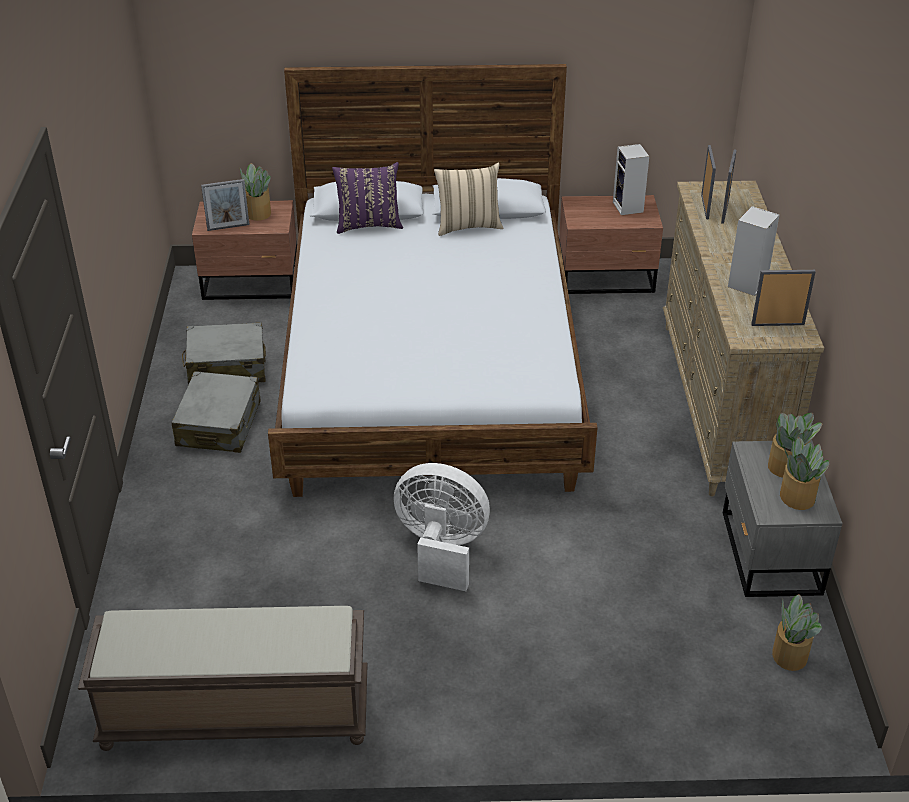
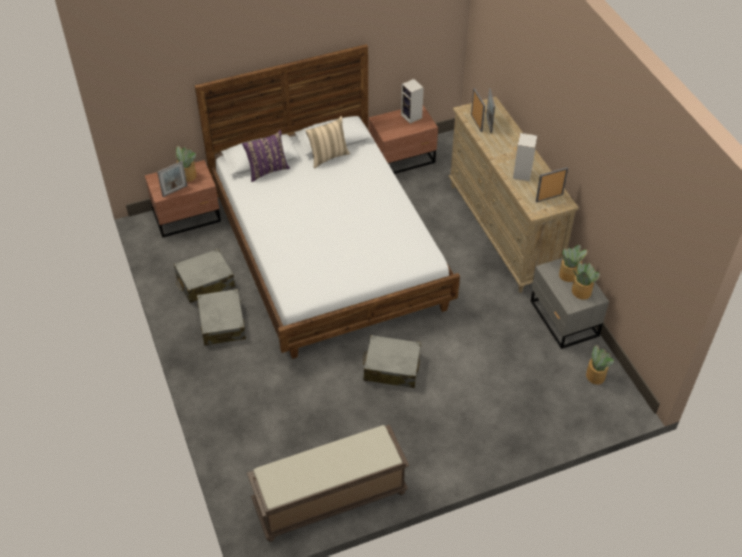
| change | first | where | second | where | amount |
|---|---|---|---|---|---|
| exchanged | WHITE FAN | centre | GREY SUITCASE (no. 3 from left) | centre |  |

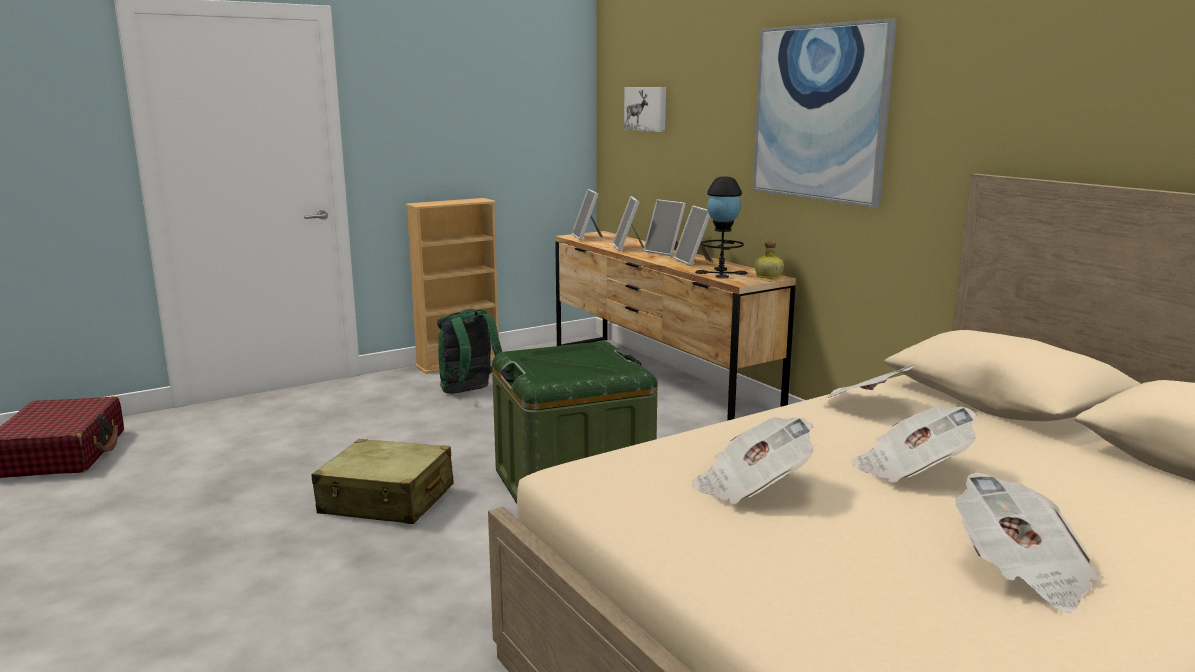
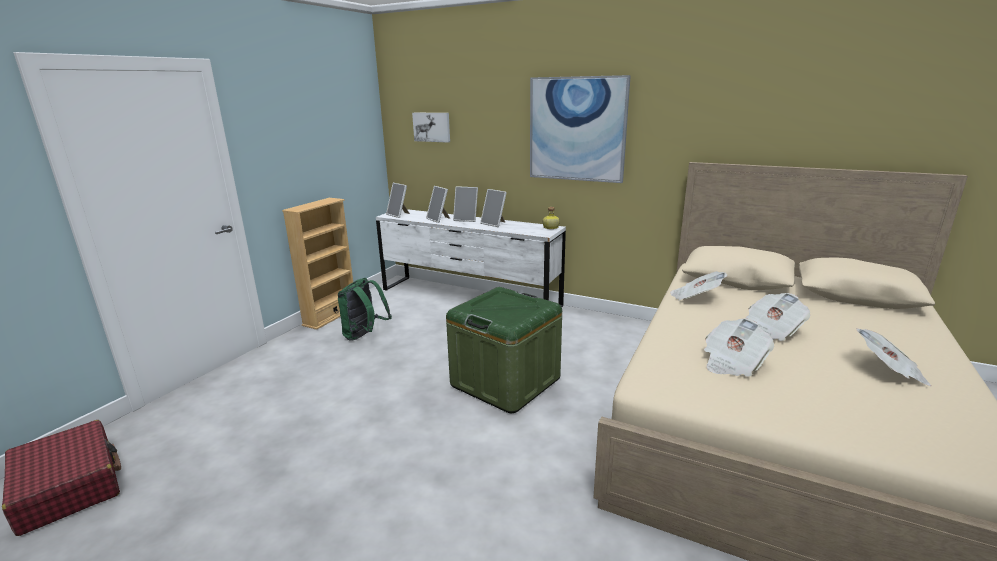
| change | first | where | second | where | amount |
|---|---|---|---|---|---|
| missing | BLACK TABLE LAMP | centre |  |  |  |
| colour | BROWN DRESSER | centre | WHITE DRESSER | centre |  |
| missing | BEIGE SUITCASE | bottom left |  |  |  |

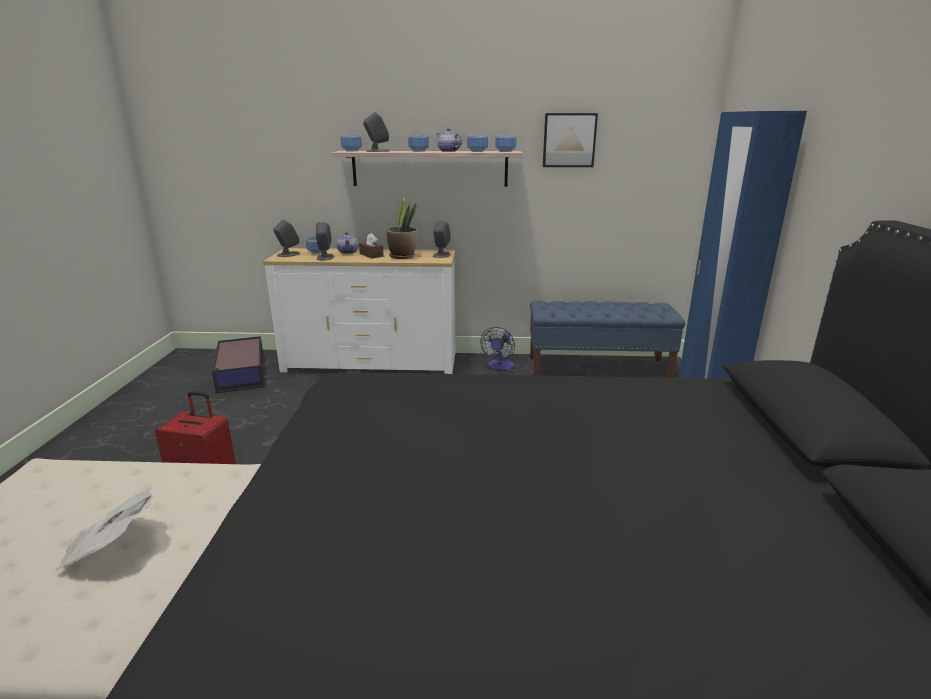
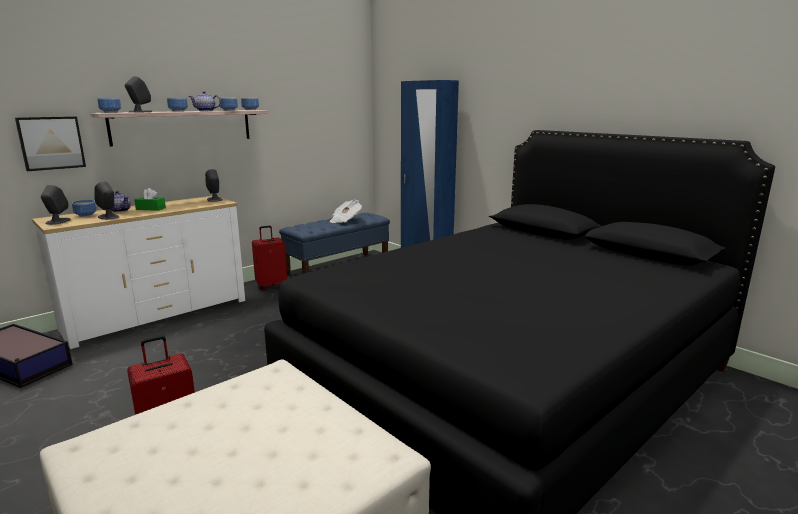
| change | first | where | second | where | amount |
|---|---|---|---|---|---|
| relocated | PICTURE | top centre |  | top left |  |
| missing | POTTED PLANT | top centre |  |  |  |
| colour | BROWN TISSUE BOX | centre | GREEN TISSUE BOX | middle left |  |
| exchanged | FAN | centre | RED SUITCASE (no. 2 from left) | centre |  |
| relocated | NEWSPAPER | bottom left |  | centre |  |

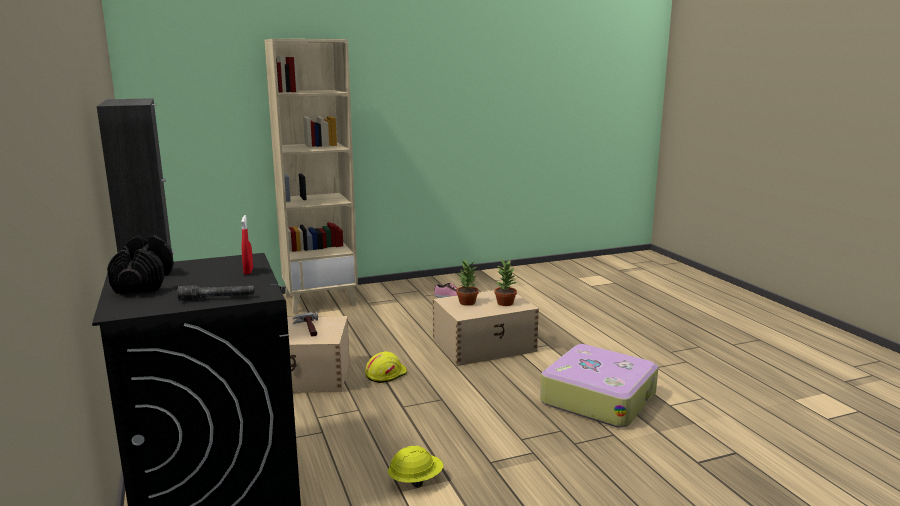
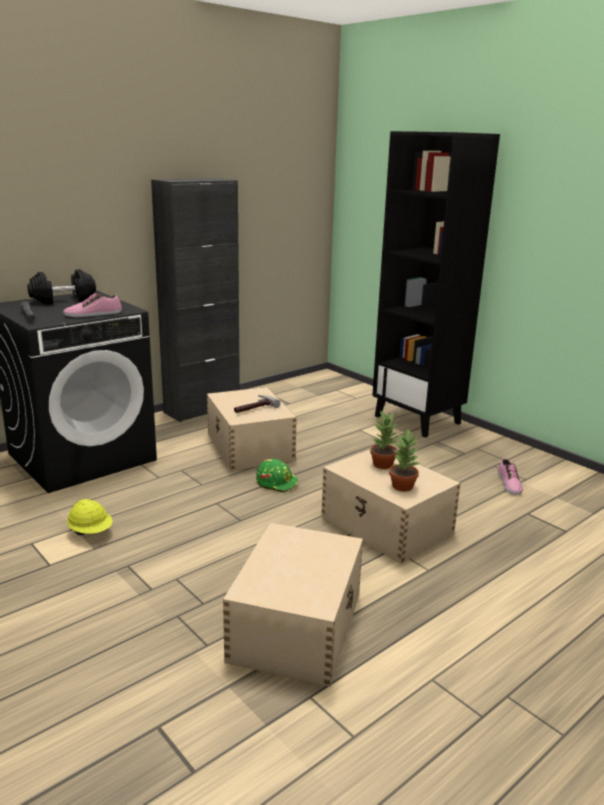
| change | first | where | second | where | amount |
|---|---|---|---|---|---|
| colour | BEIGE BOOKCASE | centre | BLACK BOOKCASE | middle right |  |
| exchanged | RED SPRAY BOTTLE | middle left | SHOE (no. 1 from left) | middle left |  |
| exchanged | SUITCASE | bottom centre | BEIGE STORAGE BOX (no. 2 from left) | bottom centre |  |
| colour | YELLOW HARD HAT (no. 1 from left) | bottom centre | GREEN HARD HAT | centre |  |

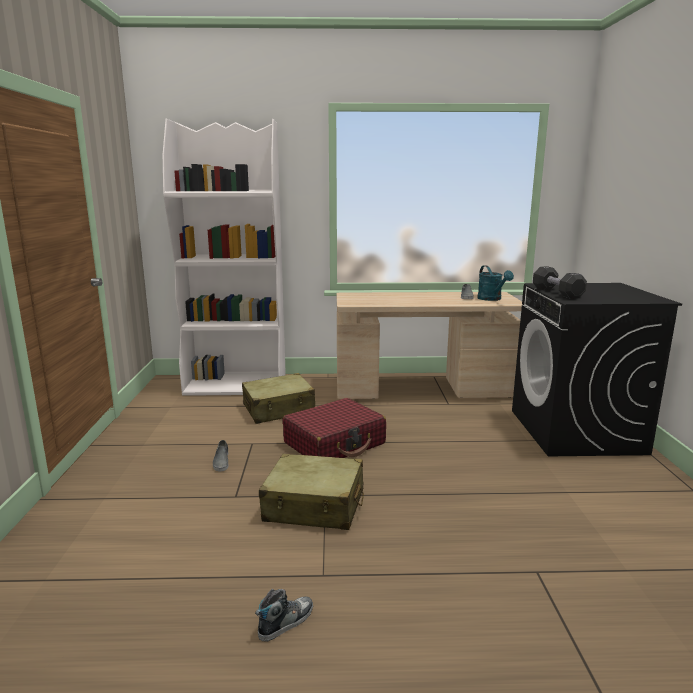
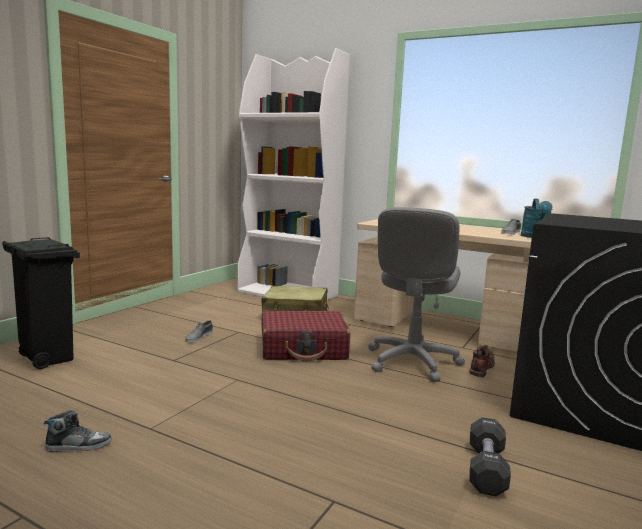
| change | first | where | second | where | amount |
|---|---|---|---|---|---|
| relocated | BLACK DUMBBELL | middle right |  | bottom right |  |
| missing | BEIGE SUITCASE (no. 2 from left) | bottom centre |  |  |  |
| appeared |  |  | GREY OFFICE CHAIR | centre |  |
| appeared |  |  | BLACK TRASH CAN | middle left |  |
| appeared |  |  | BROWN BOOT | bottom right |  |

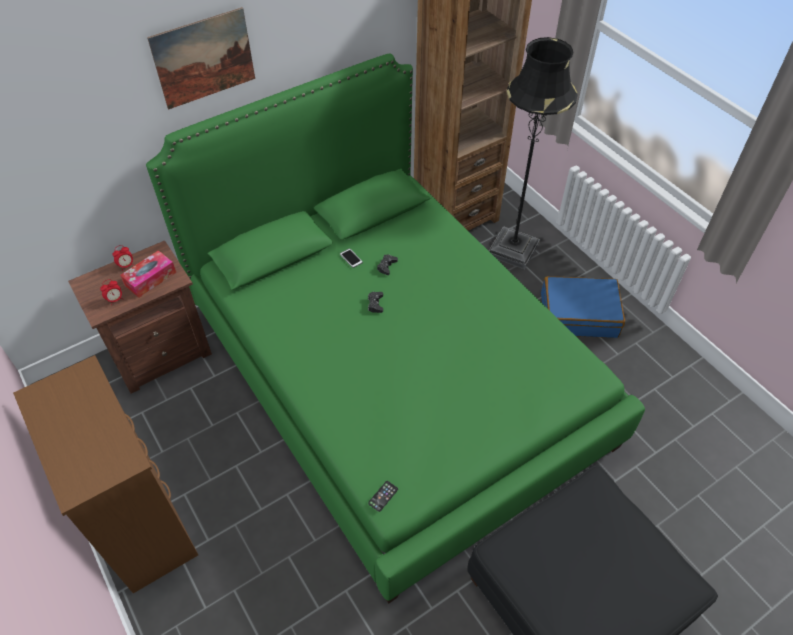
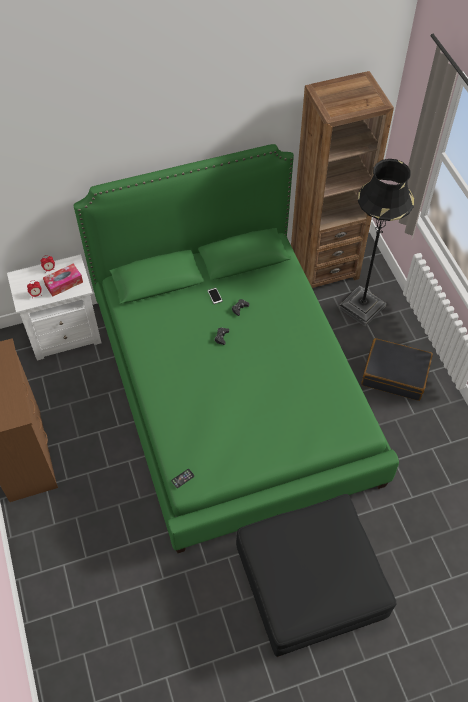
| change | first | where | second | where | amount |
|---|---|---|---|---|---|
| missing | PICTURE | top left |  |  |  |
| colour | BROWN NIGHTSTAND | middle left | WHITE NIGHTSTAND | middle left |  |
| colour | BLUE SUITCASE | middle right | BLACK SUITCASE | middle right |  |

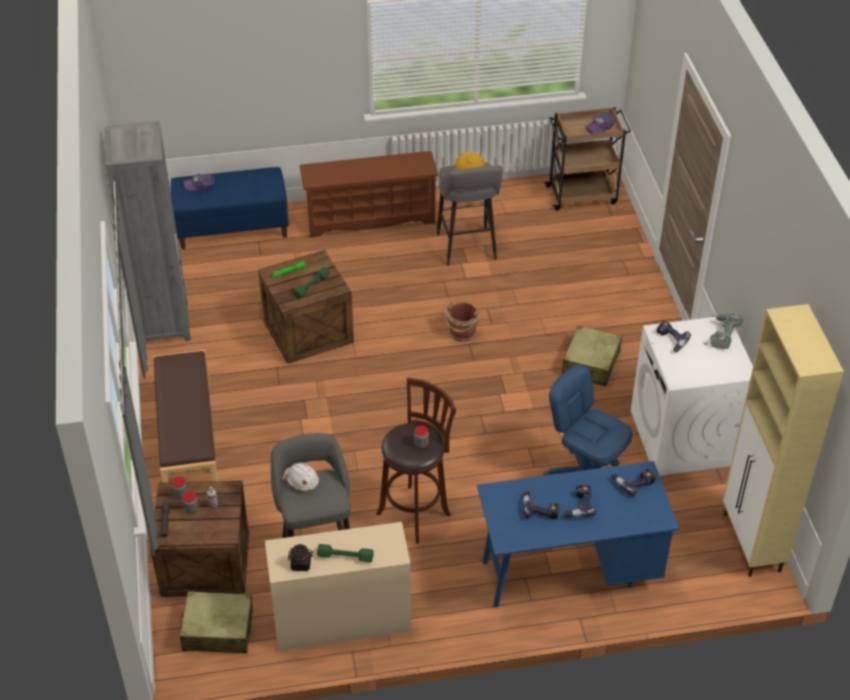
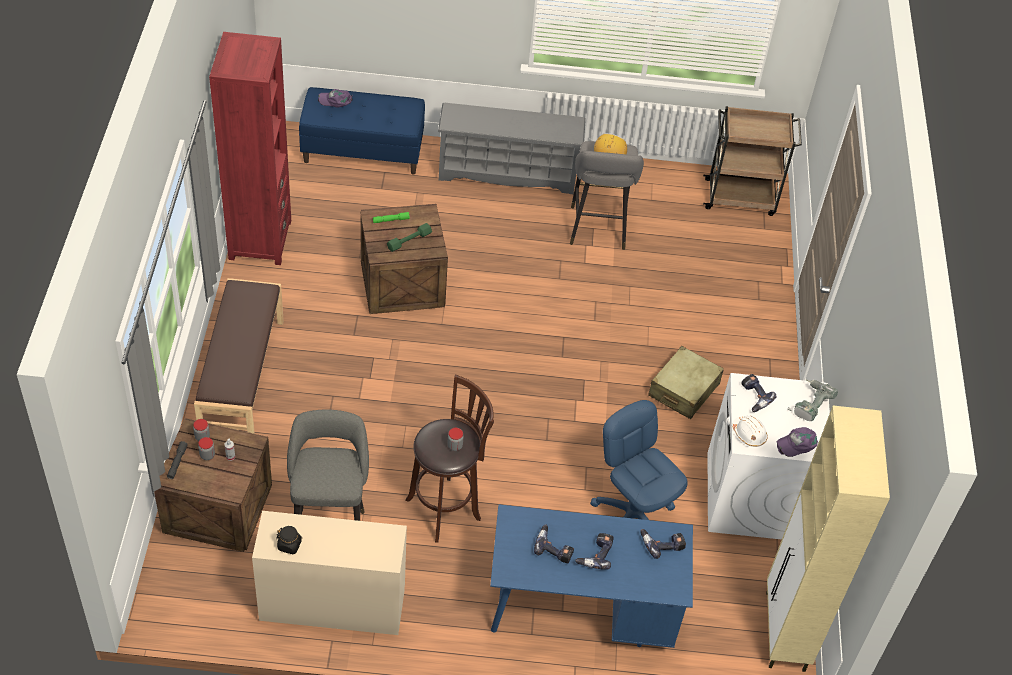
| change | first | where | second | where | amount |
|---|---|---|---|---|---|
| relocated | PURPLE CAP (no. 2 from left) | top right |  | middle right |  |
| colour | GREY BOOKCASE | top left | RED BOOKCASE | top left |  |
| colour | BROWN SHOE RACK | top centre | GREY SHOE RACK | top centre |  |
| missing | BROWN BUCKET | centre |  |  |  |
| relocated | WHITE HARD HAT | bottom centre |  | middle right |  |
| missing | GREEN DUMBBELL (no. 2 from left) | bottom centre |  |  |  |
| missing | BEIGE SUITCASE (no. 1 from left) | bottom left |  |  |  |

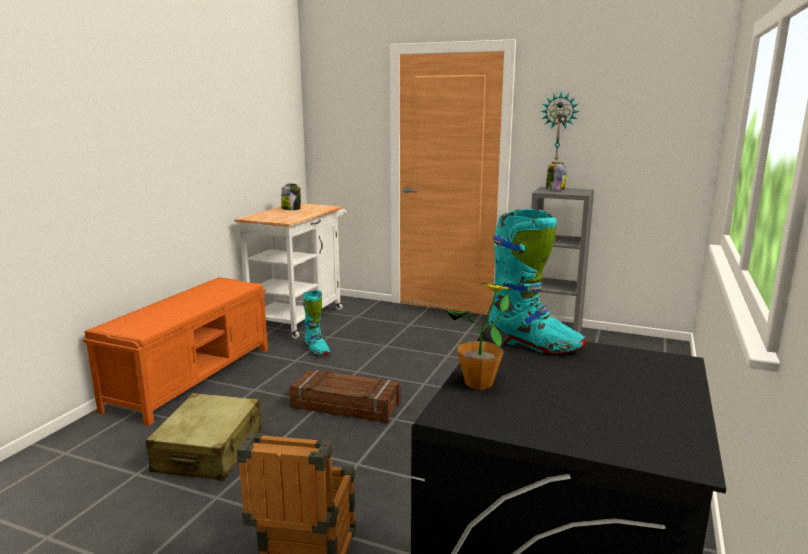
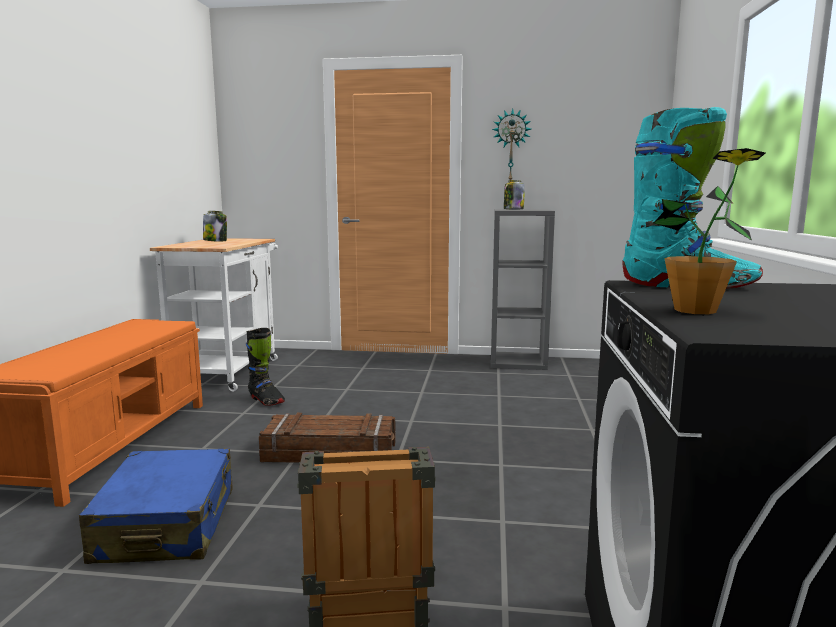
| change | first | where | second | where | amount |
|---|---|---|---|---|---|
| colour | TURQUOISE BOOT (no. 1 from left) | centre | BLACK BOOT | middle left |  |
| colour | BEIGE SUITCASE | bottom left | BLUE SUITCASE | bottom left |  |

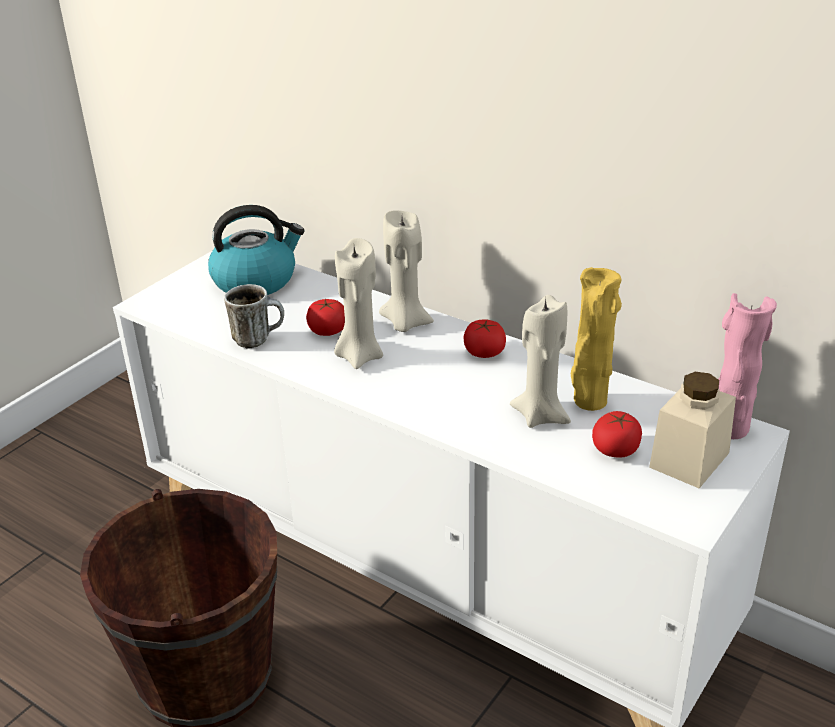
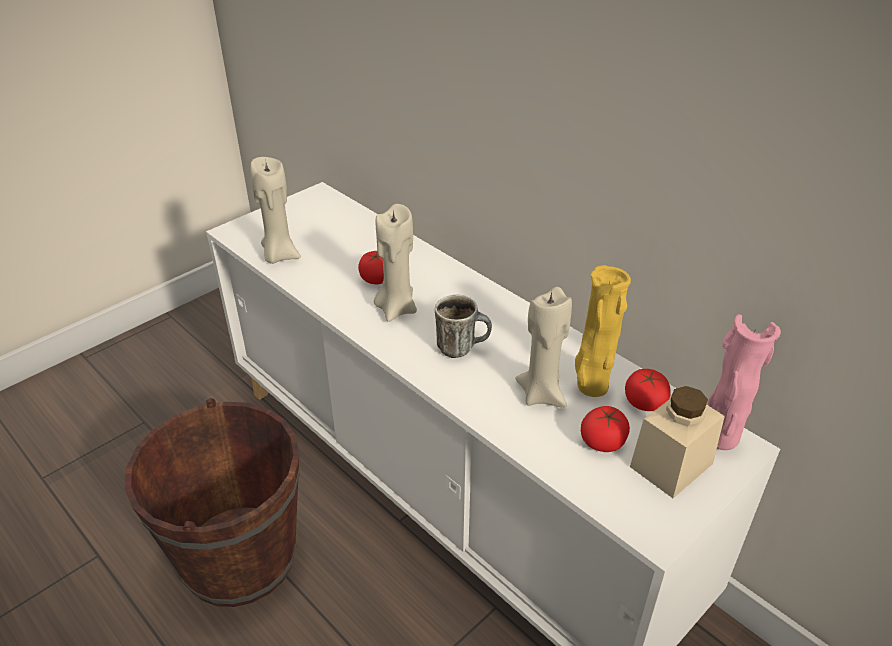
| change | first | where | second | where | amount |
|---|---|---|---|---|---|
| missing | KETTLE | middle left |  |  |  |
| relocated | BEIGE CANDLE (no. 2 from left in the first image) | centre | BEIGE CANDLE (no. 1 from left) | top left |  |
| relocated | MUG | middle left |  | centre |  |
| relocated | TOMATO (no. 2 from left in the first image) | centre | TOMATO (no. 3 from left) | middle right |  |

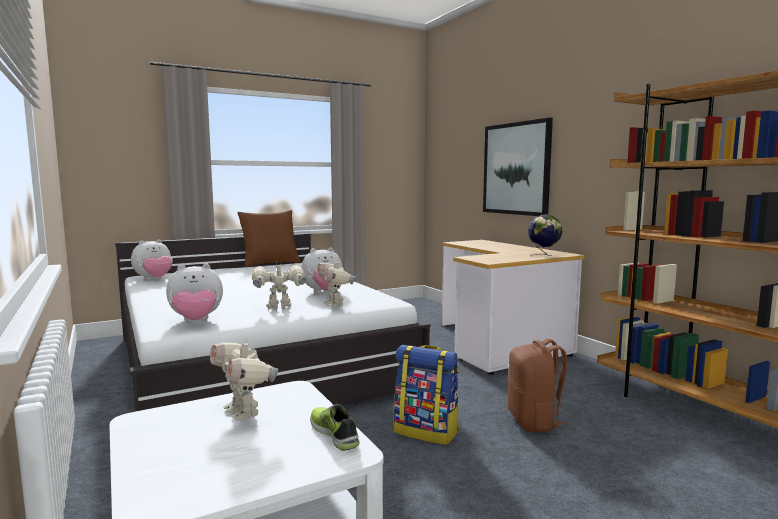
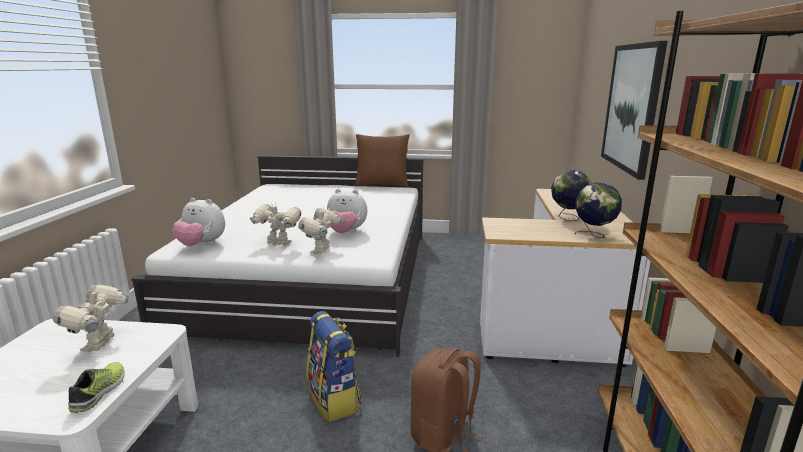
| change | first | where | second | where | amount |
|---|---|---|---|---|---|
| missing | PLUSH TOY (no. 1 from left) | middle left |  |  |  |
| appeared |  |  | GLOBE (no. 1 from left) | middle right |  |

